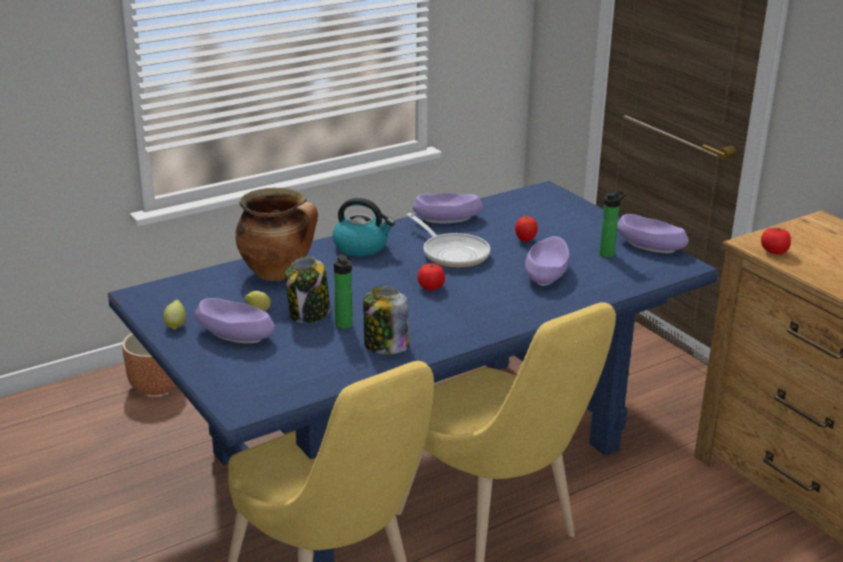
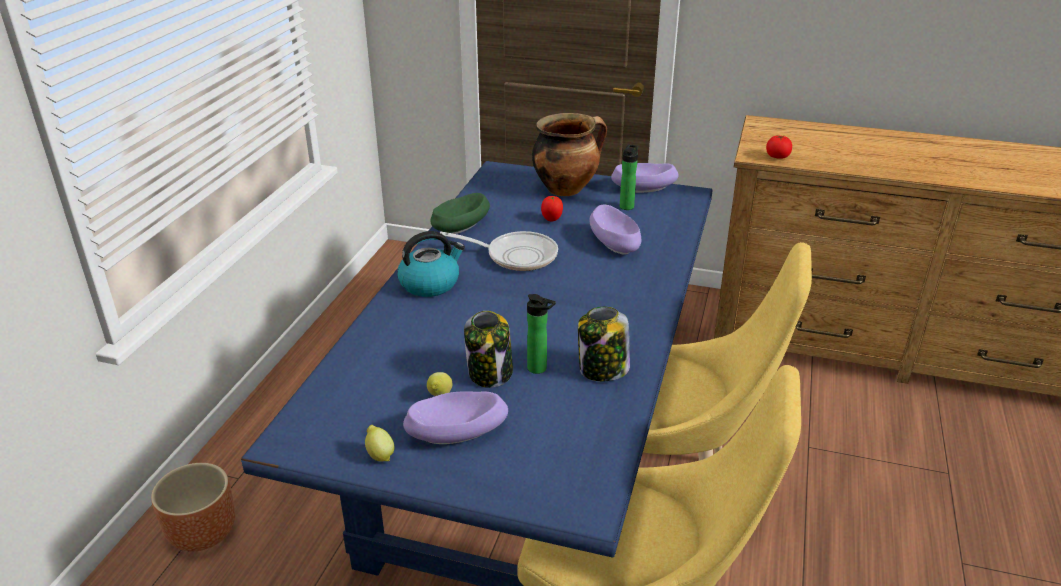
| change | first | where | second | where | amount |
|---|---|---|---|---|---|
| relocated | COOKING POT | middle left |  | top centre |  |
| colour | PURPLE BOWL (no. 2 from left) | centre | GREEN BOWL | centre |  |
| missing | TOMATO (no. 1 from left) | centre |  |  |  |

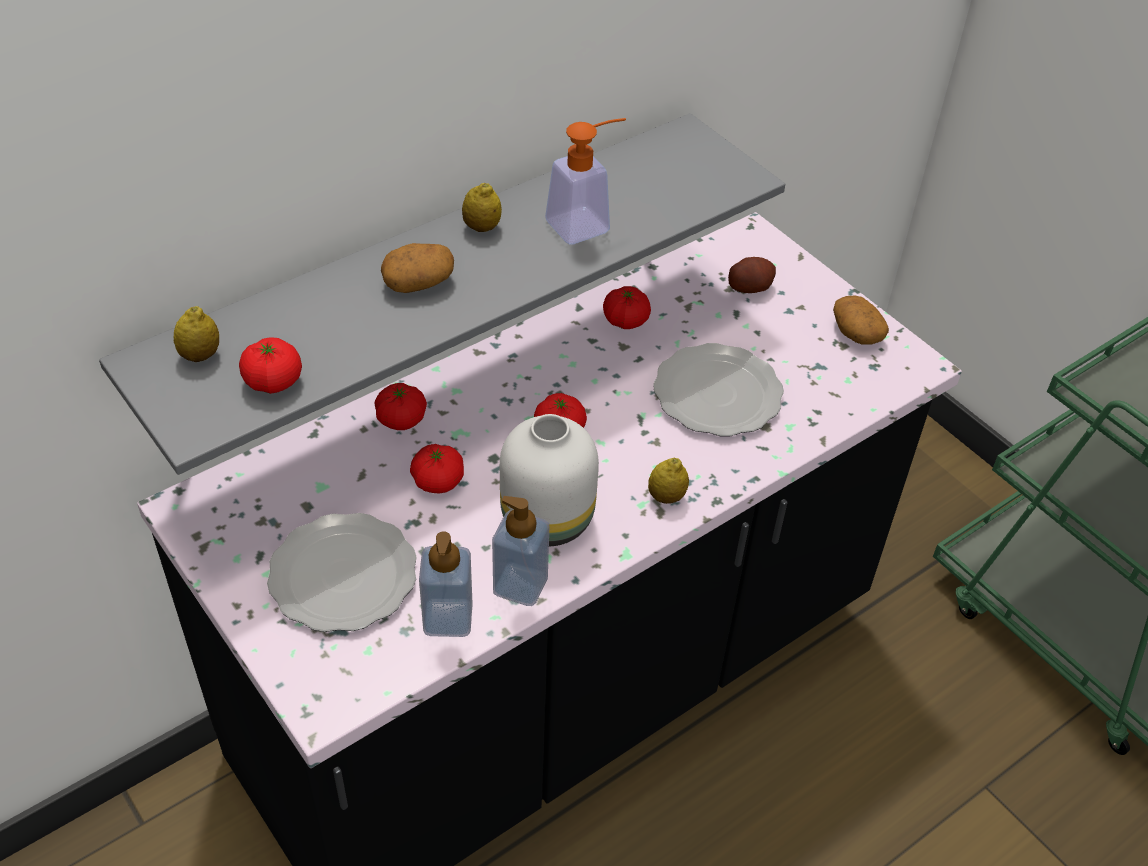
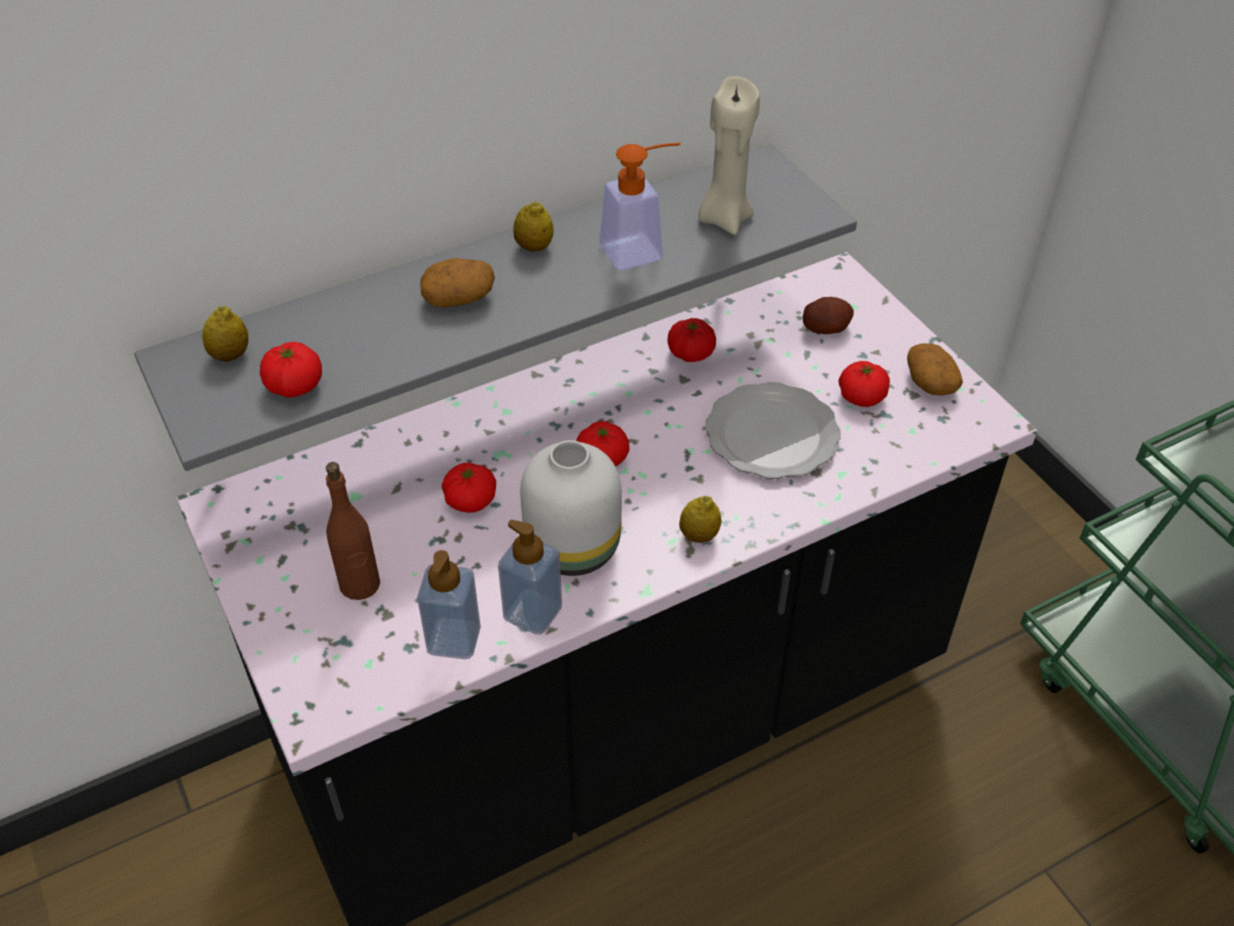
| change | first | where | second | where | amount |
|---|---|---|---|---|---|
| relocated | TOMATO (no. 2 from left in the first image) | centre | TOMATO (no. 5 from left) | middle right |  |
| exchanged | PLATE (no. 1 from left) | middle left | BROWN BOTTLE | middle left |  |
| appeared |  |  | BEIGE CANDLE | top centre |  |

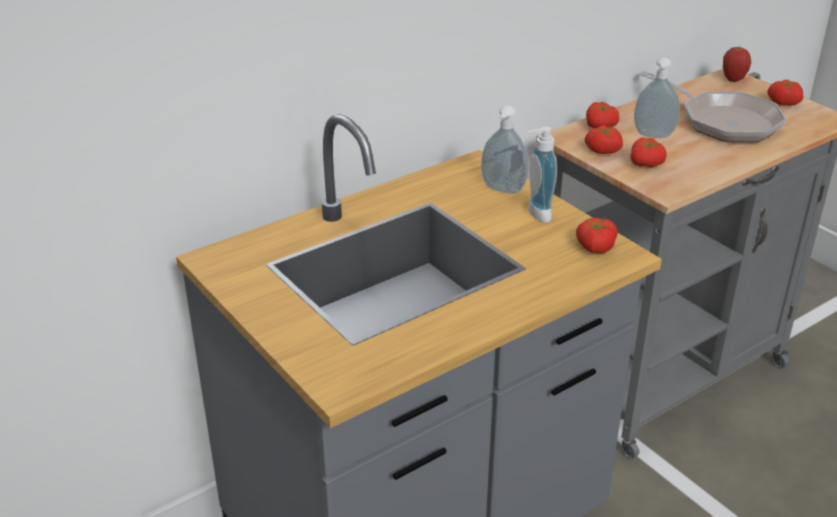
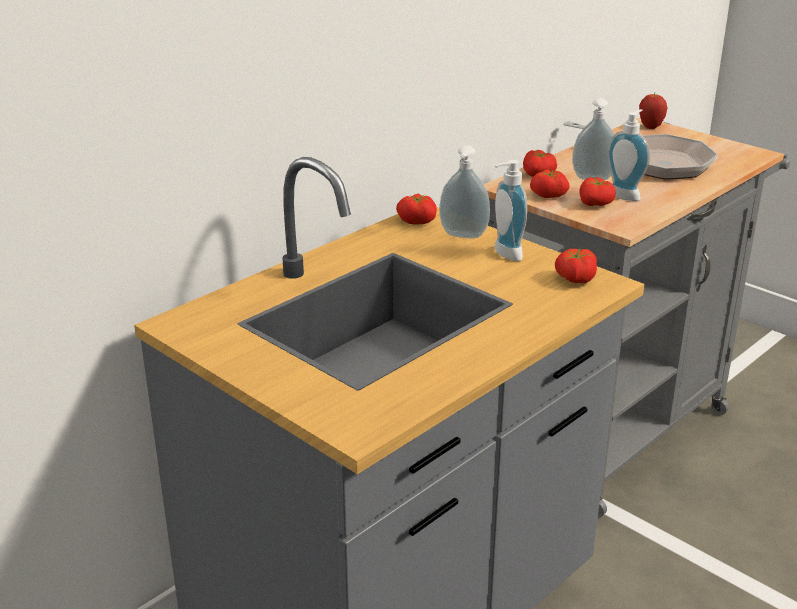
| change | first | where | second | where | amount |
|---|---|---|---|---|---|
| relocated | TOMATO (no. 5 from left in the first image) | top right | TOMATO (no. 1 from left) | centre |  |
| appeared |  |  | SOAP DISPENSER (no. 4 from left) | top right |  |

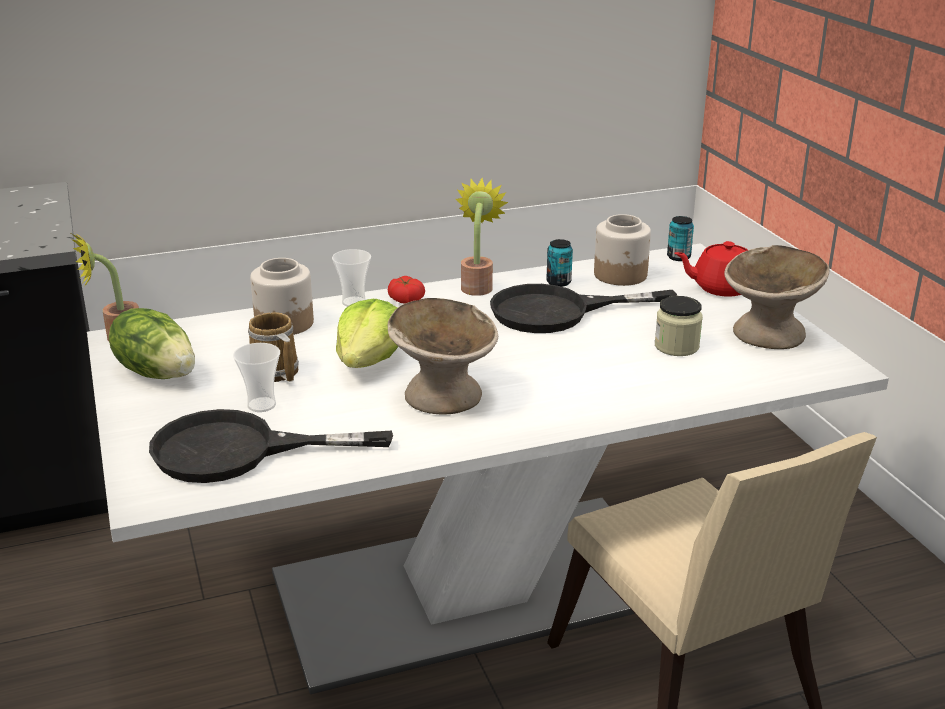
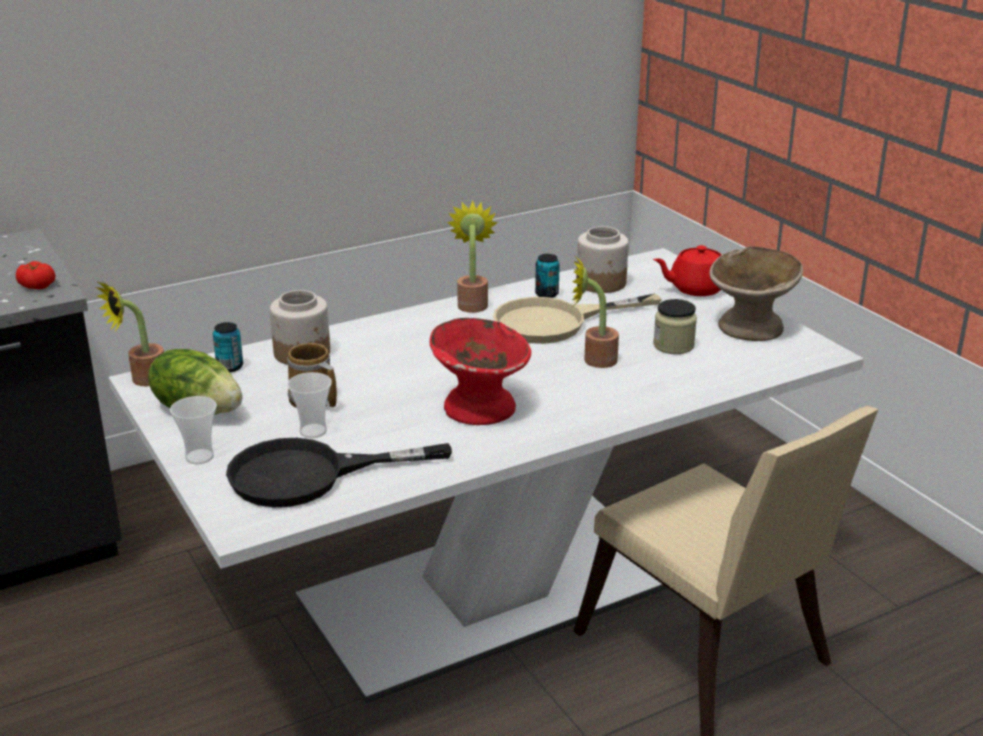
| change | first | where | second | where | amount |
|---|---|---|---|---|---|
| relocated | CAN (no. 2 from left in the first image) | middle right | CAN (no. 1 from left) | middle left |  |
| relocated | CUP (no. 2 from left in the first image) | centre | CUP (no. 1 from left) | middle left |  |
| relocated | TOMATO | centre |  | middle left |  |
| colour | BLACK FRYING PAN (no. 2 from left) | centre | BEIGE FRYING PAN | centre |  |
| colour | BEIGE BOWL (no. 1 from left) | centre | RED BOWL | centre |  |
| missing | LETTUCE (no. 2 from left) | centre |  |  |  |
| appeared |  |  | POTTED PLANT (no. 3 from left) | centre |  |

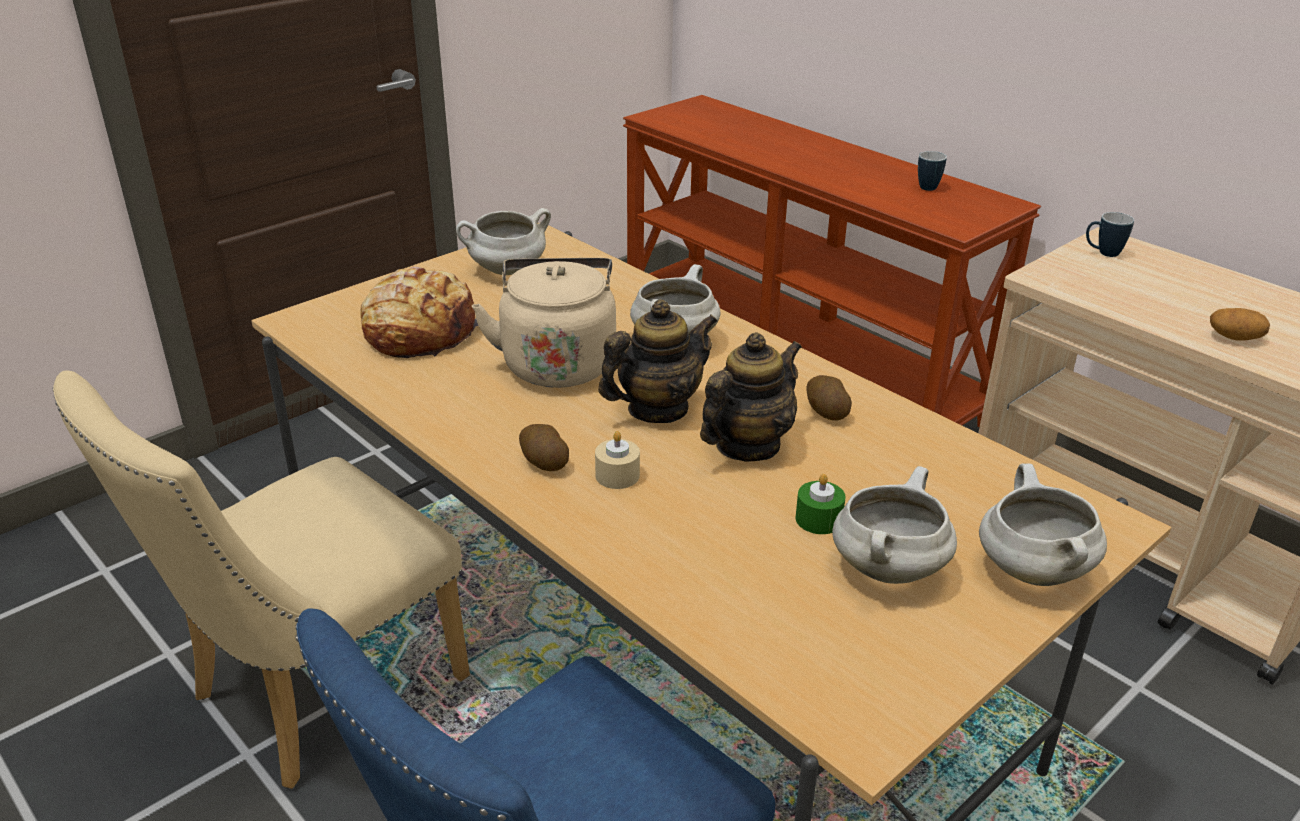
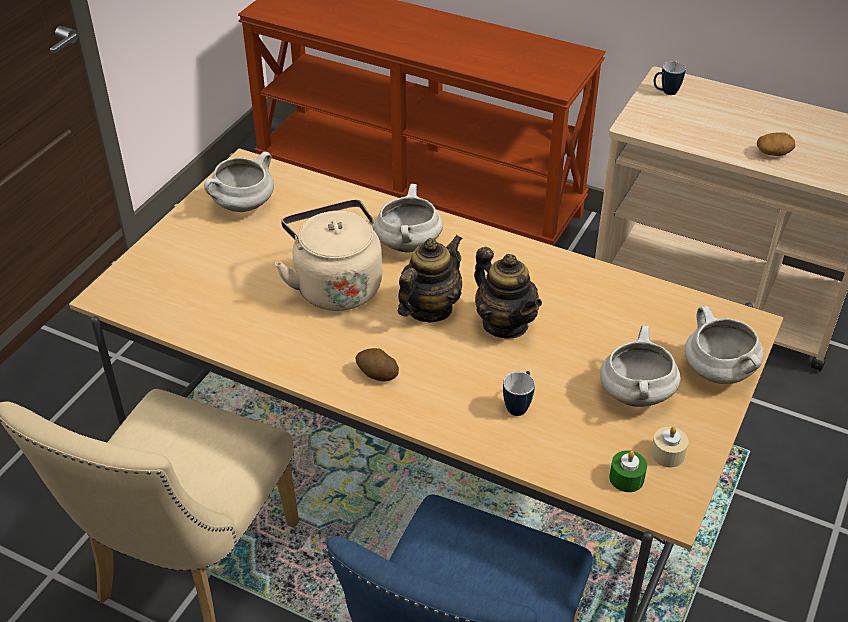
| change | first | where | second | where | amount |
|---|---|---|---|---|---|
| relocated | MUG (no. 1 from left) | top right |  | centre |  |
| missing | BREAD | middle left |  |  |  |
| spun | TEAPOT (no. 2 from left) | centre |  | centre | 120 degrees clockwise |
| missing | POTATO (no. 2 from left) | centre |  |  |  |
| relocated | BEIGE CANDLE | centre |  | bottom right |  |
| relocated | GREEN CANDLE | centre |  | bottom right |  |

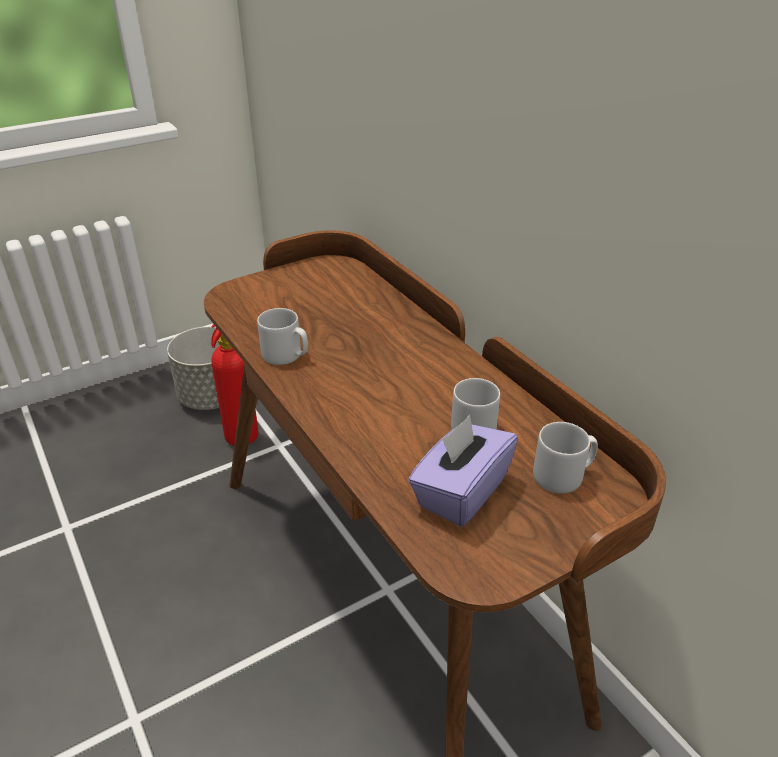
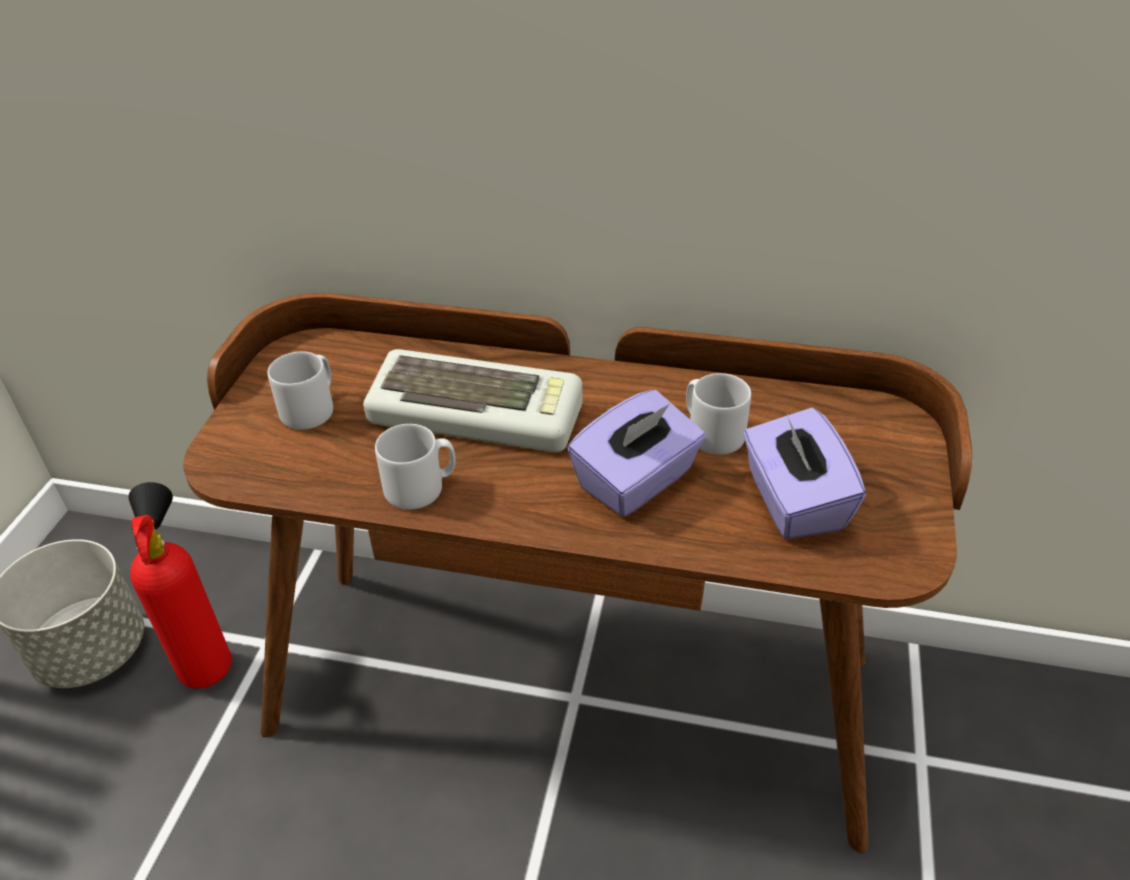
| change | first | where | second | where | amount |
|---|---|---|---|---|---|
| relocated | GREY MUG (no. 3 from left in the first image) | middle right | GREY MUG (no. 1 from left) | middle left |  |
| appeared |  |  | KEYBOARD | centre |  |
| appeared |  |  | PURPLE TISSUE BOX (no. 1 from left) | centre |  |

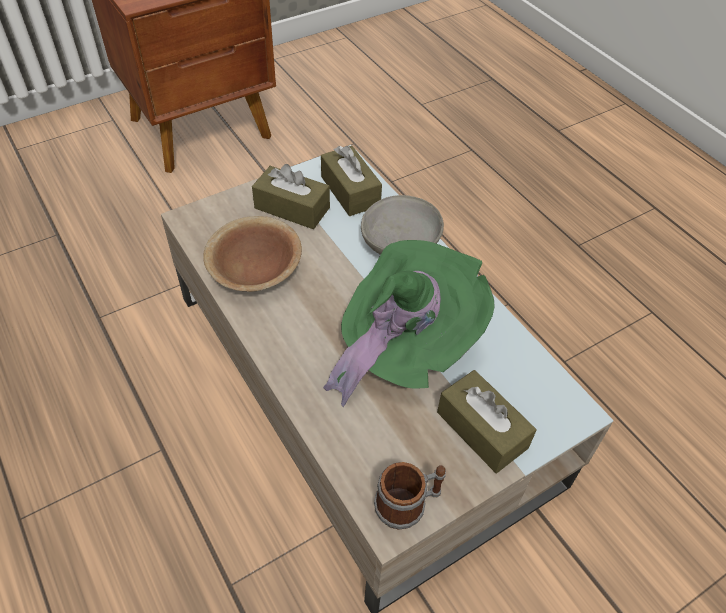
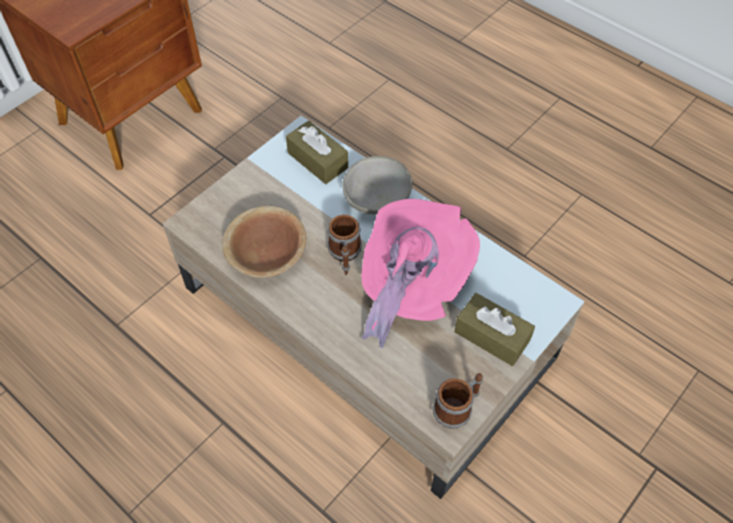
| change | first | where | second | where | amount |
|---|---|---|---|---|---|
| missing | BROWN TISSUE BOX (no. 1 from left) | top centre |  |  |  |
| colour | GREEN HAT | centre | PINK HAT | centre |  |
| appeared |  |  | MUG (no. 1 from left) | centre |  |

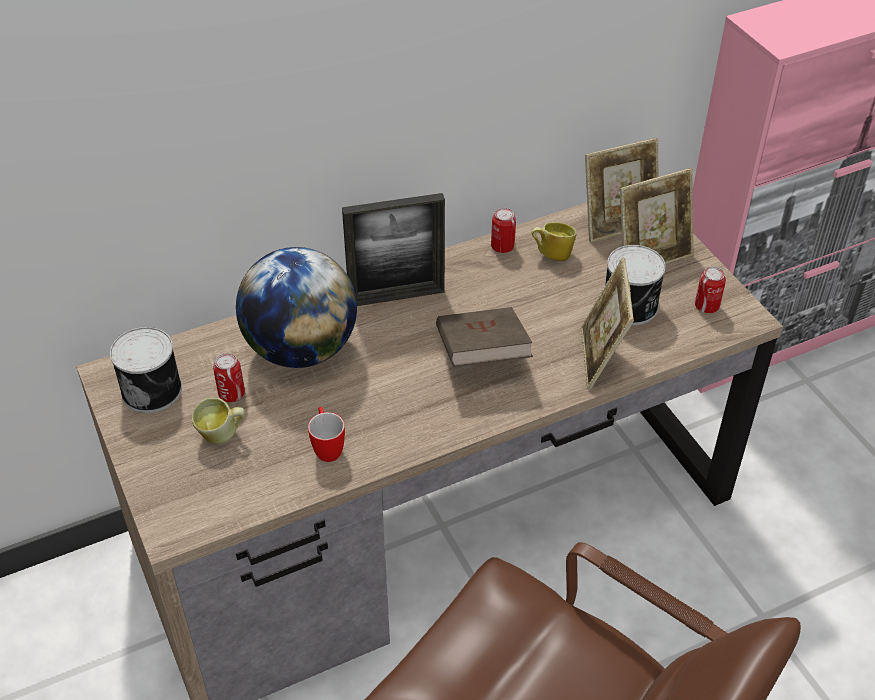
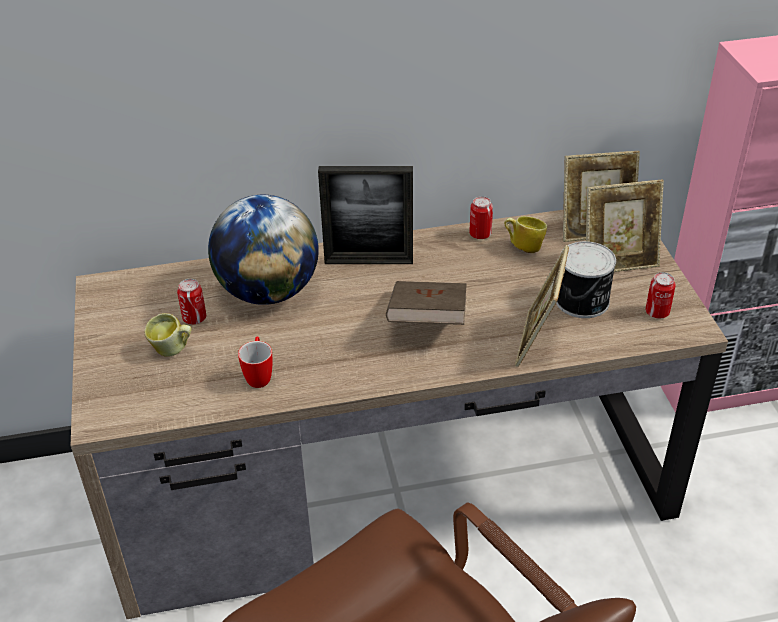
| change | first | where | second | where | amount |
|---|---|---|---|---|---|
| missing | CAN (no. 1 from left) | middle left |  |  |  |

